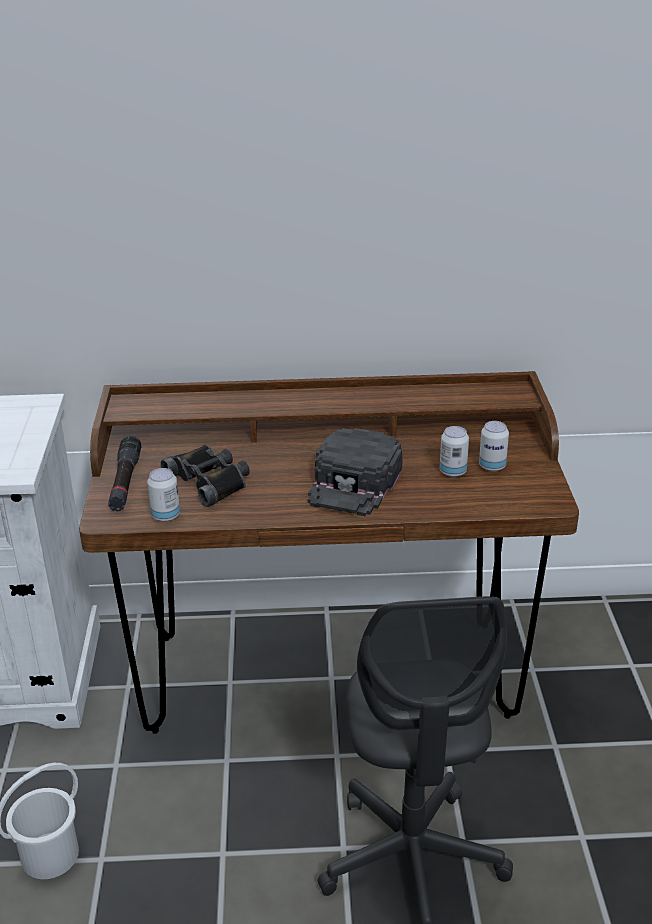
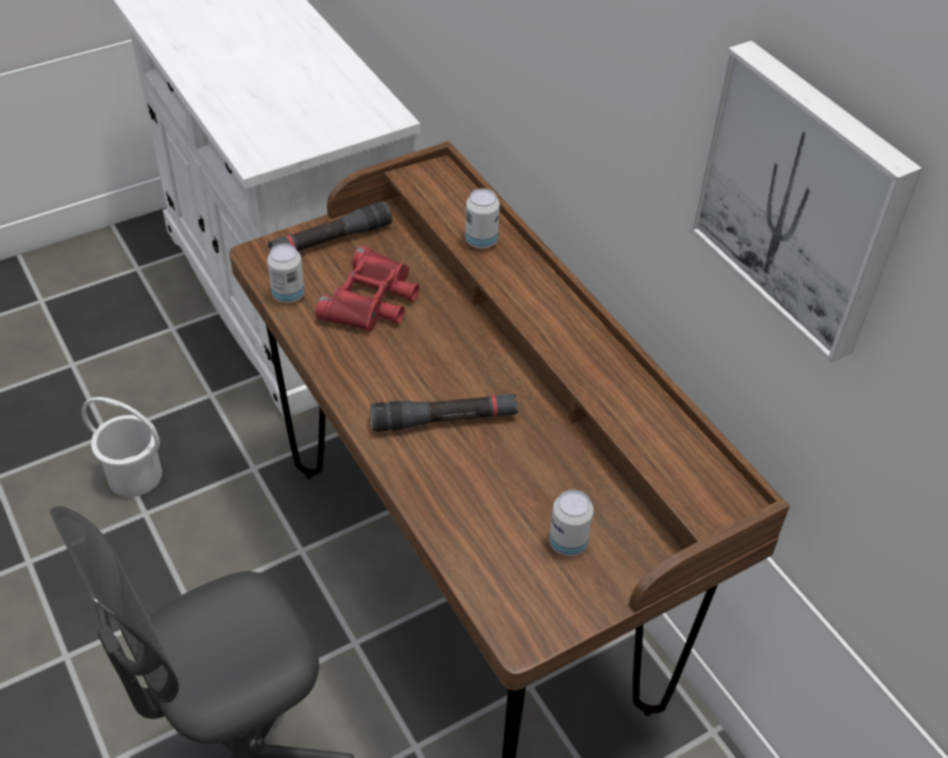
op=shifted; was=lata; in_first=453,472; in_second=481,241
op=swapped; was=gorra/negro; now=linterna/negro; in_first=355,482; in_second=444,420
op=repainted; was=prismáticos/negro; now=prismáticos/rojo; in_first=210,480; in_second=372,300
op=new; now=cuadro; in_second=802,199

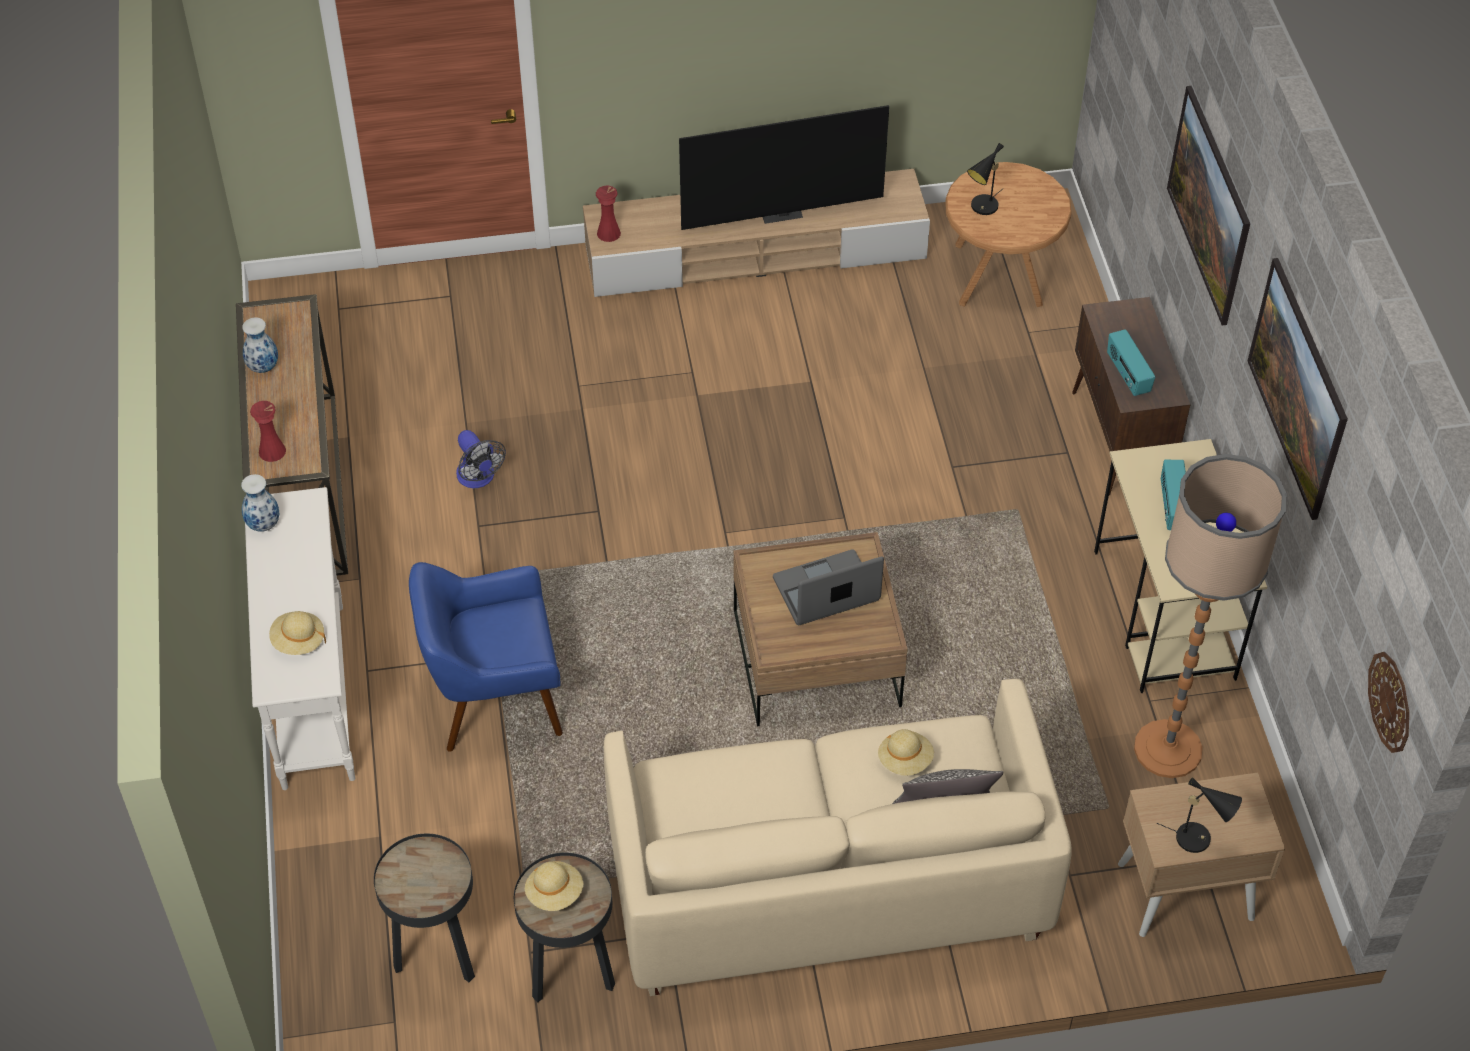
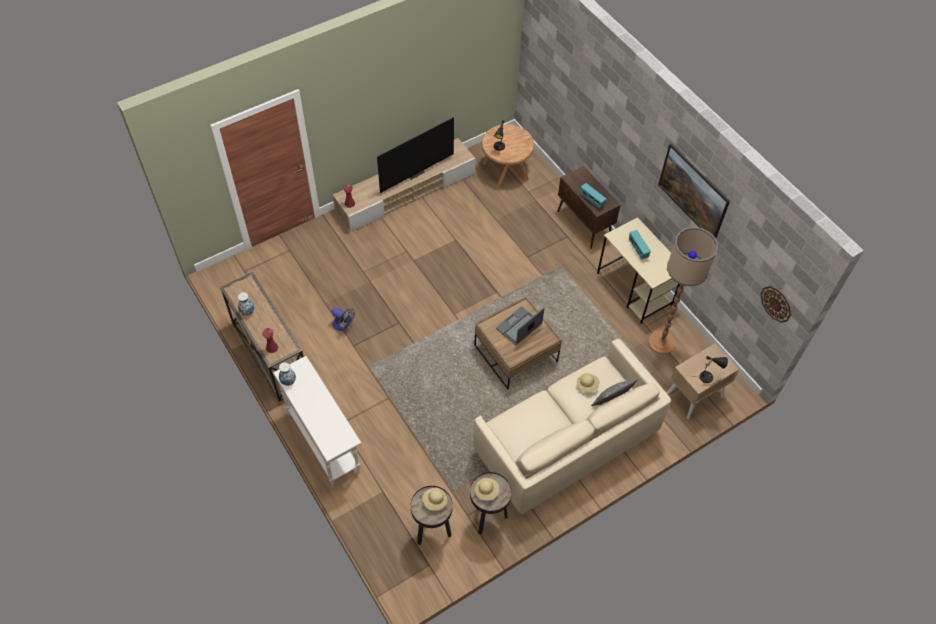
op=gone; was=cuadro; in_first=1203,230
op=gone; was=sillón/azul; in_first=494,698
op=shifted; was=sombrero/beis; in_first=298,641; in_second=434,501

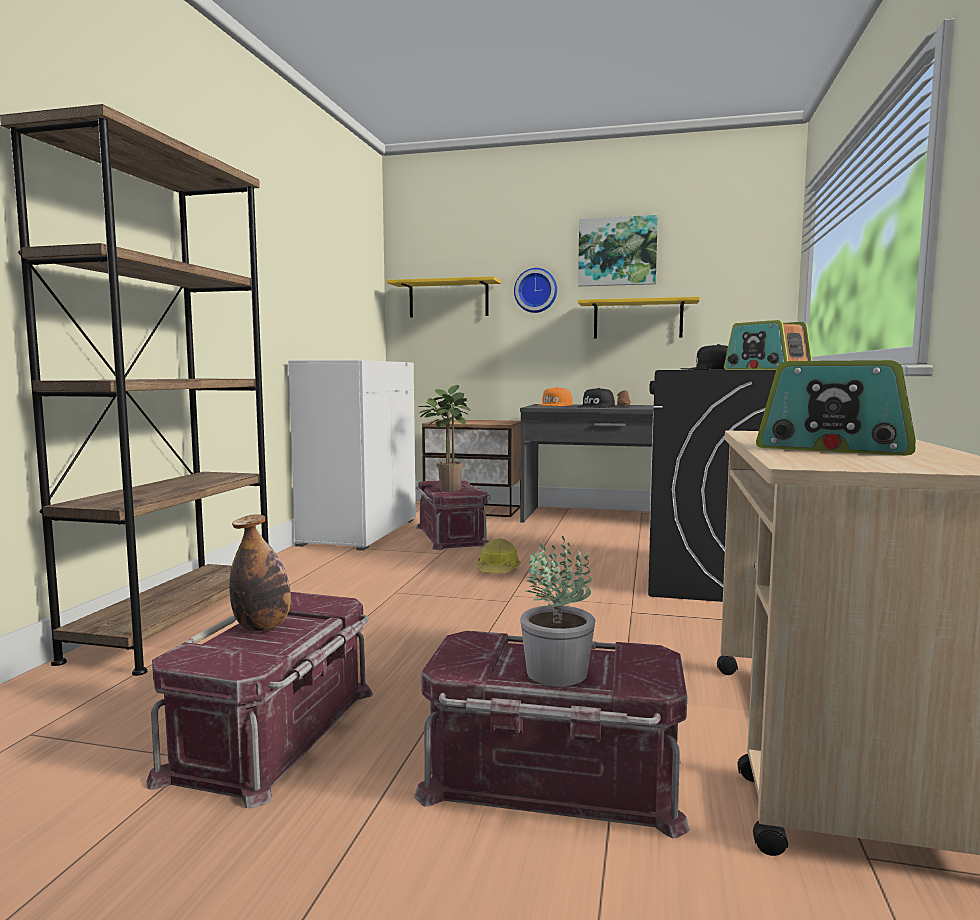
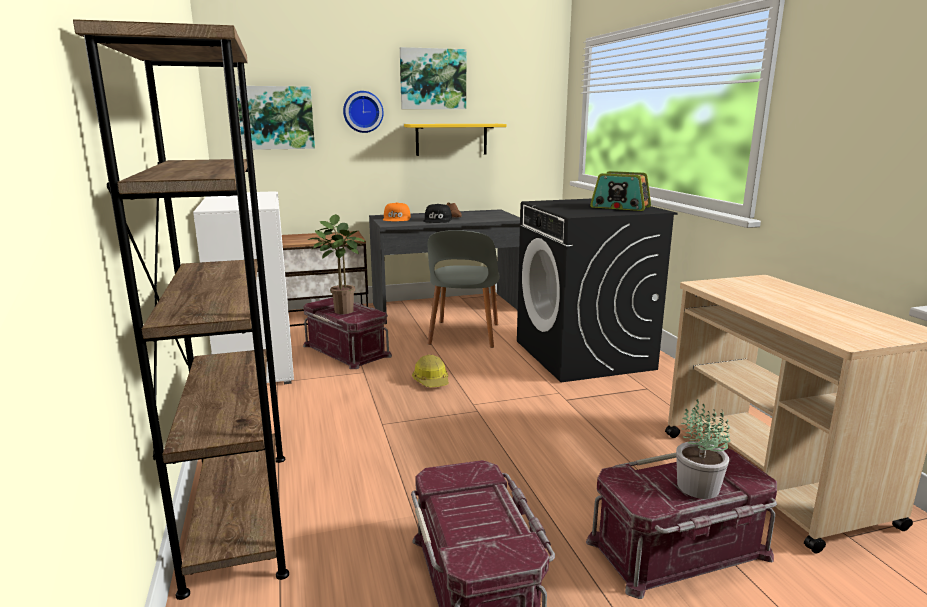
op=swapped; was=estante/amarillo; now=cuadro; in_first=448,299; in_second=276,118
op=gone; was=gorra/negro; in_first=710,369
op=gone; was=radio; in_first=835,448
op=gone; was=botella; in_first=262,627
op=new; now=silla/gris; in_second=464,335

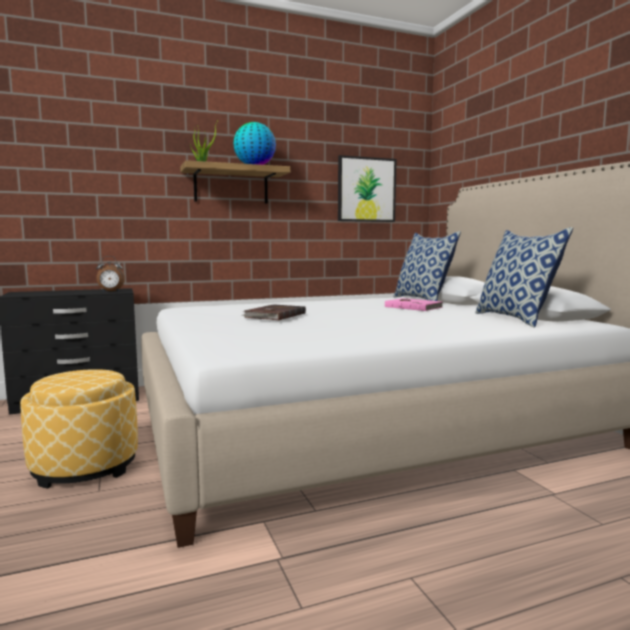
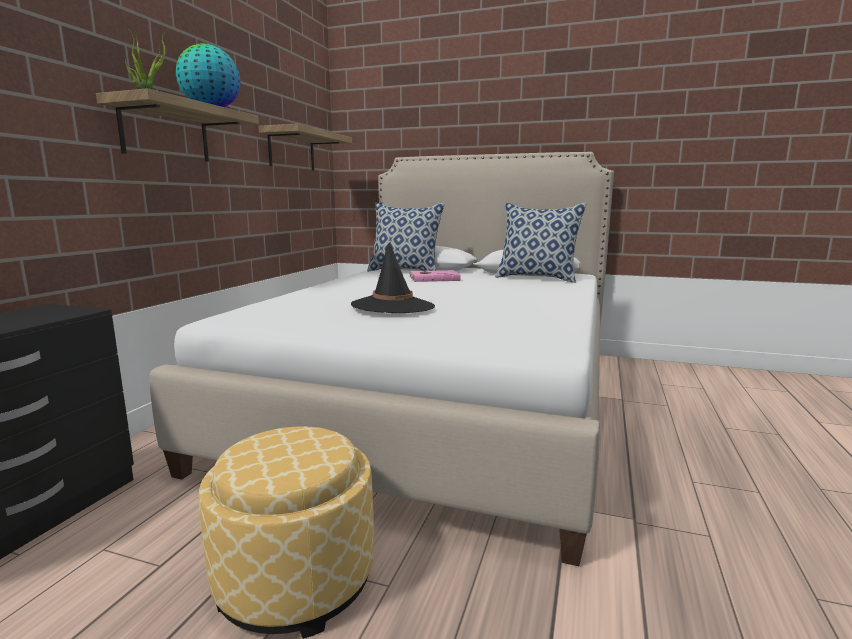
op=swapped; was=cuadro; now=estante; in_first=366,189; in_second=291,150
op=gone; was=despertador; in_first=111,291
op=swapped; was=libro/marrón; now=sombrero/negro; in_first=274,315; in_second=393,306

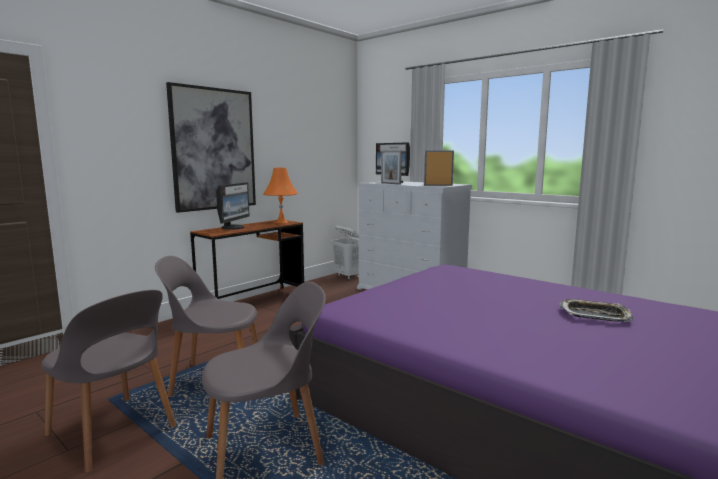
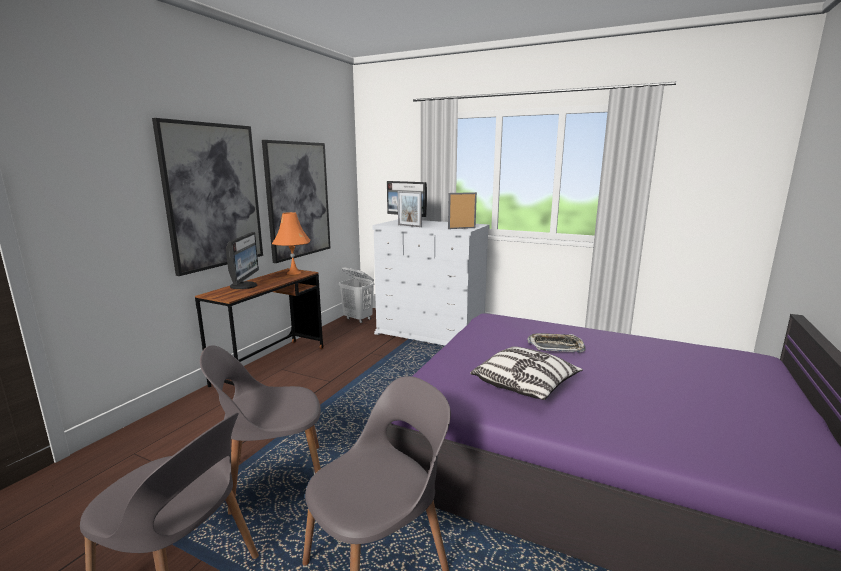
op=shifted; was=bandeja; in_first=595,315; in_second=556,346
op=new; now=cuadro; in_second=298,200
op=new; now=cojín; in_second=525,385

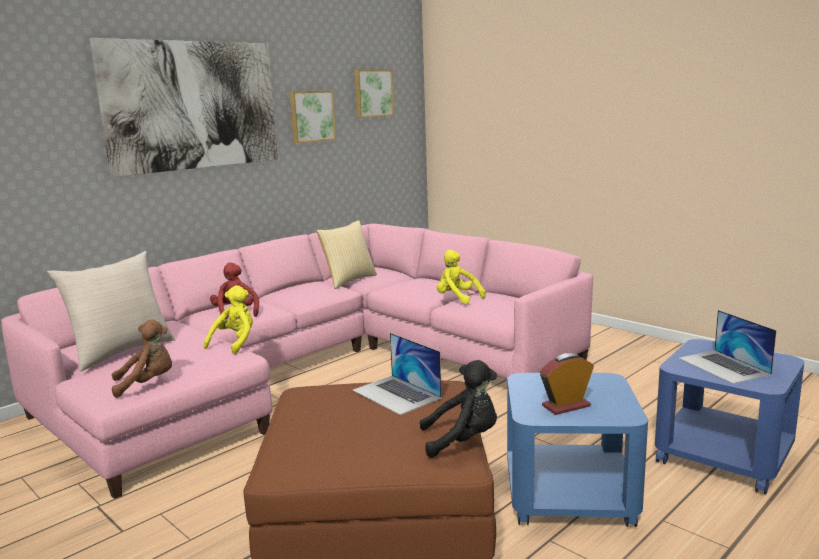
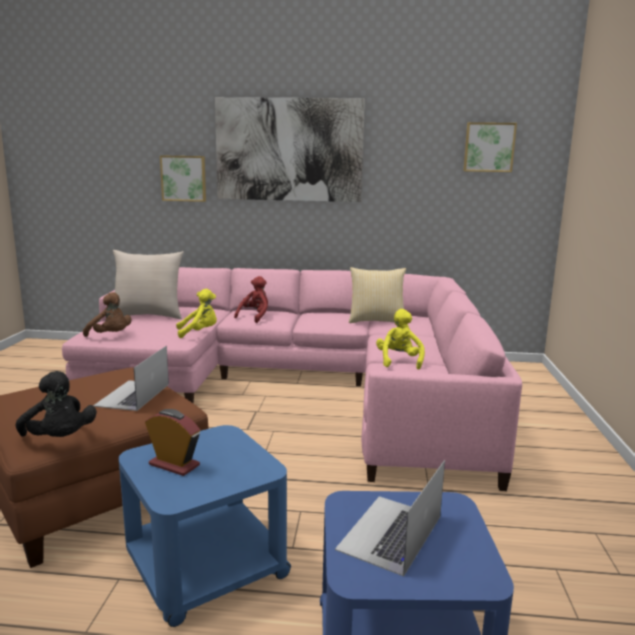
op=shifted; was=cuadro; in_first=311,116; in_second=184,178

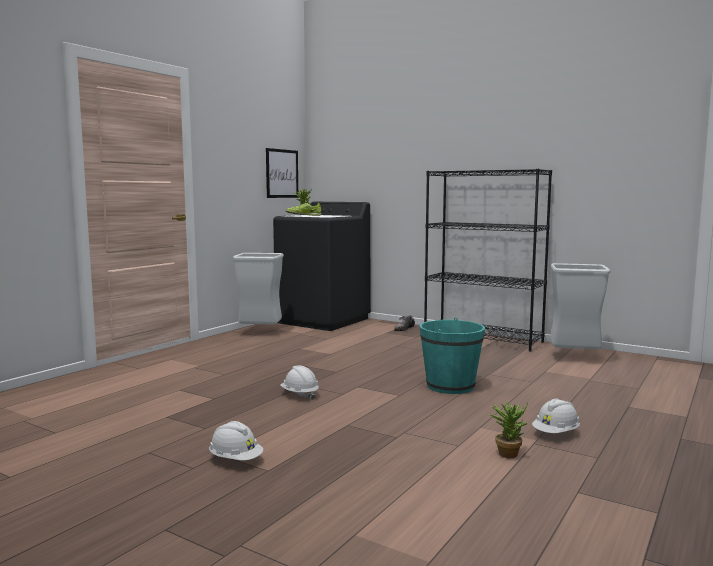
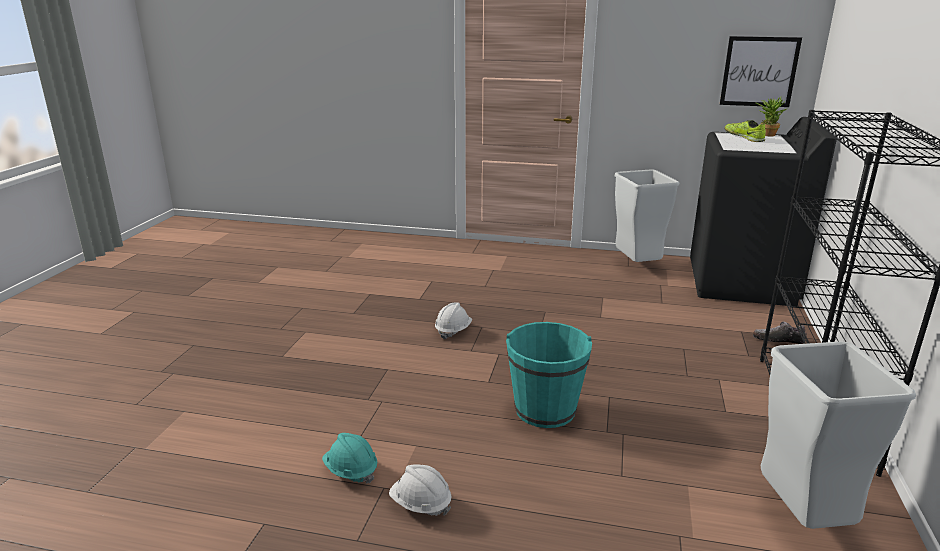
op=swapped; was=planta en maceta; now=casco/turquesa; in_first=508,453; in_second=351,471
op=gone; was=casco/blanco; in_first=236,460

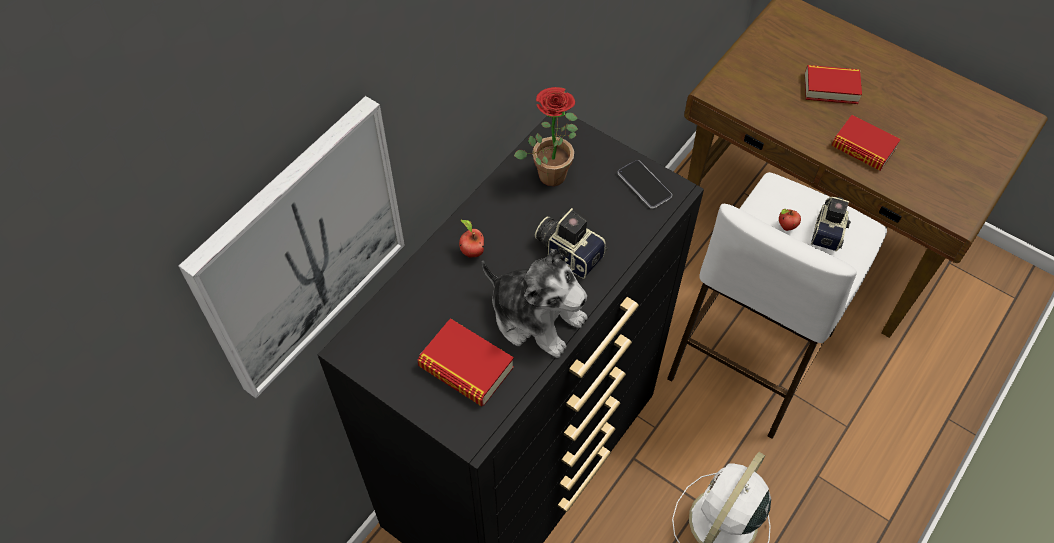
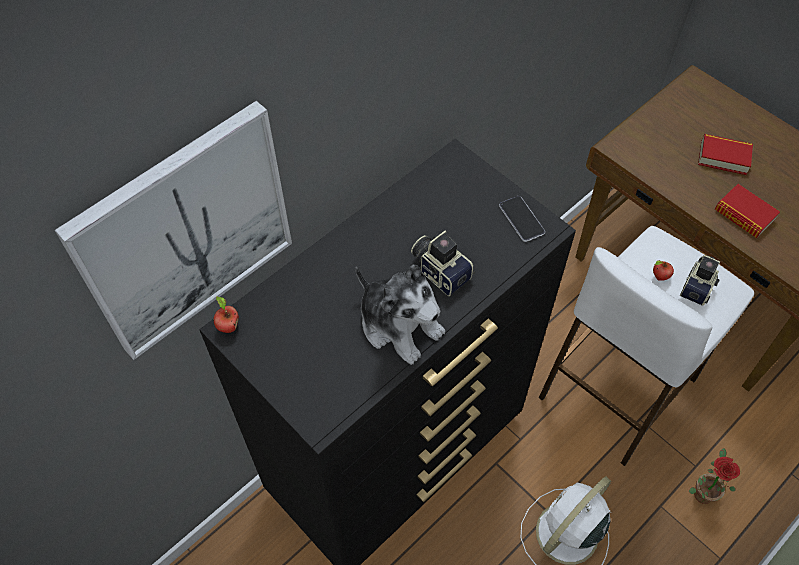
op=shifted; was=planta en maceta; in_first=551,170; in_second=702,490
op=shifted; was=manzana; in_first=471,252; in_second=228,326
op=gone; was=libro; in_first=466,367

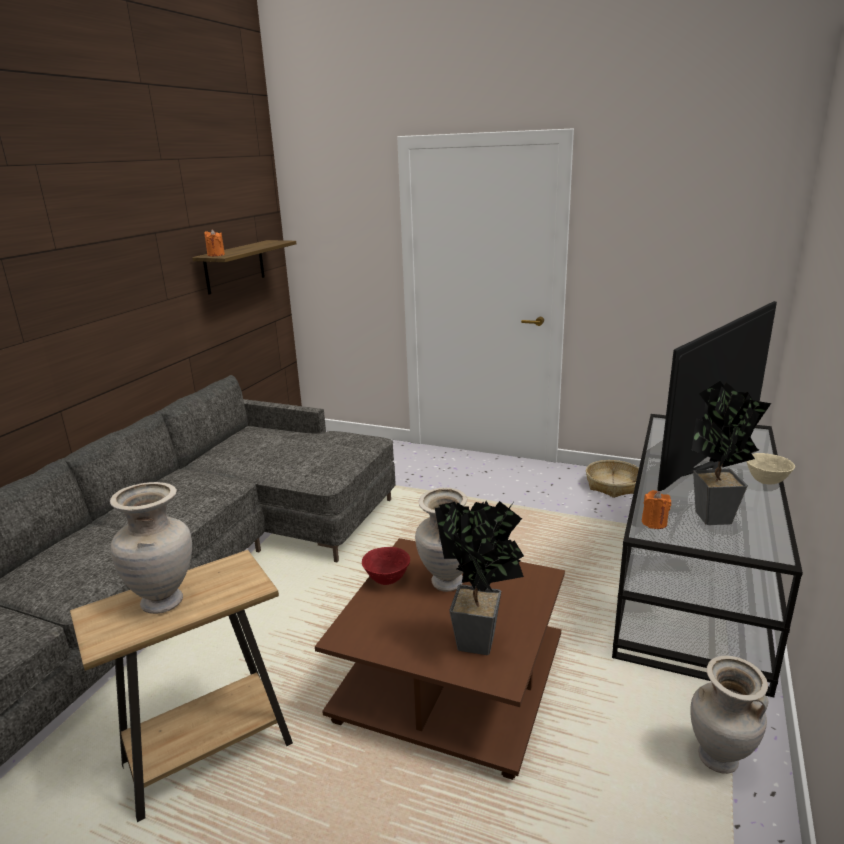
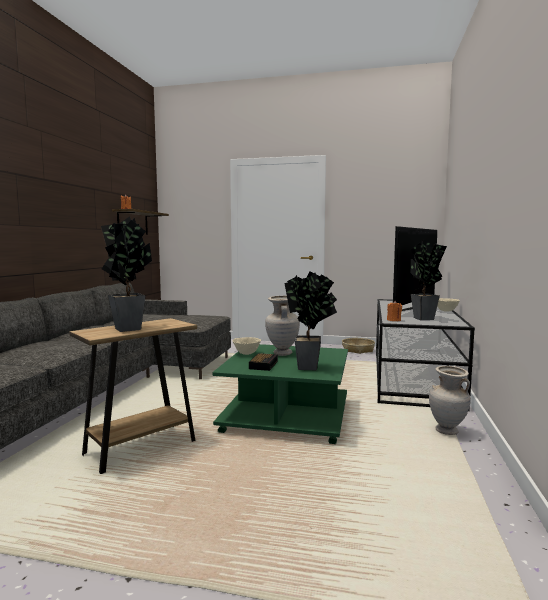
op=swapped; was=florero/beis; now=planta en maceta; in_first=164,602; in_second=129,328
op=repainted; was=mesa de centro/marrón; now=mesa de centro/verde; in_first=449,681; in_second=285,415
op=repainted; was=cuenco/rojo; now=cuenco/beis; in_first=386,579; in_second=246,354
op=new; now=despertador; in_second=264,364

